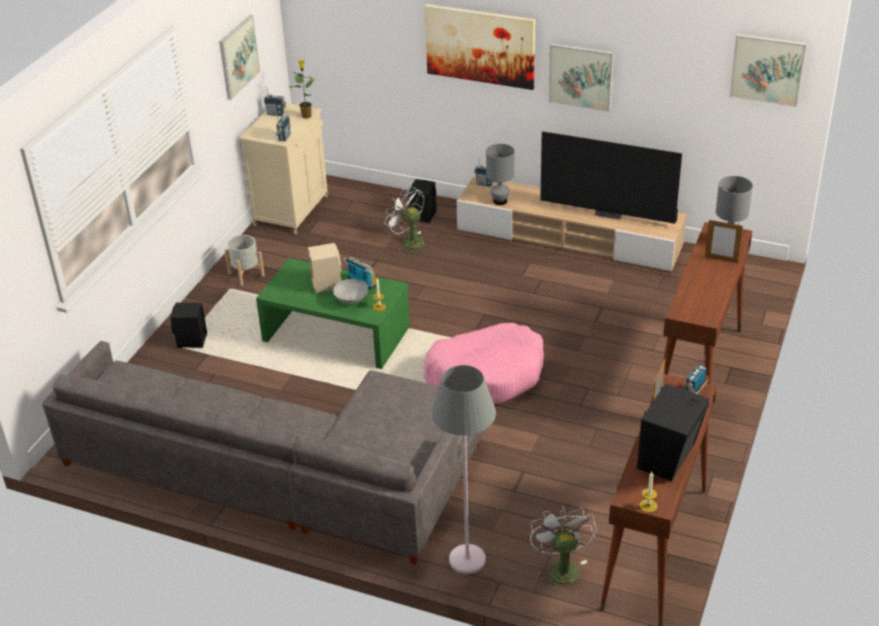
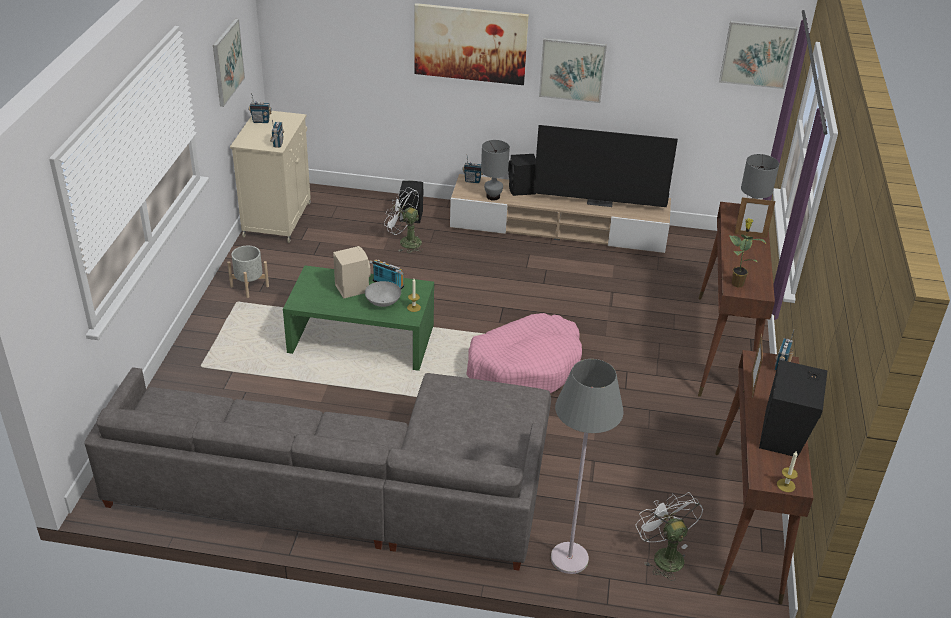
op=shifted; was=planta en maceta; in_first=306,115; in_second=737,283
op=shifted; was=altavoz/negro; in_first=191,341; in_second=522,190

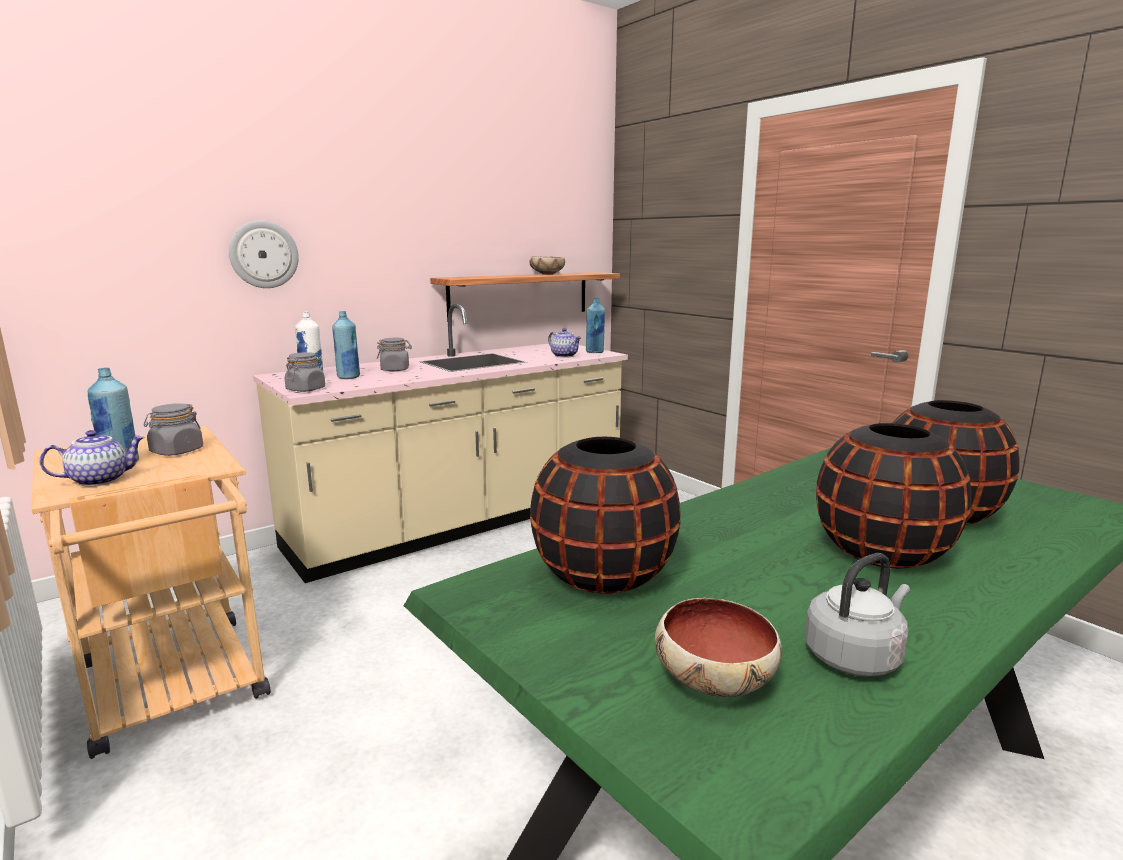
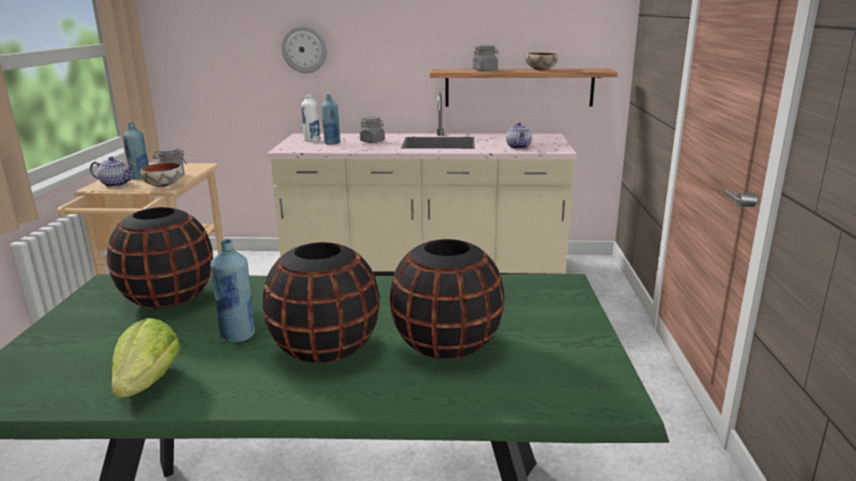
op=shifted; was=botella/azul; in_first=595,352; in_second=238,336
op=shifted; was=tarro/gris; in_first=306,389; in_second=485,70
op=swapped; was=hervidor/gris; now=lechuga; in_first=855,656; in_second=148,382
op=shifted; was=cuenco; in_first=712,678; in_second=164,185

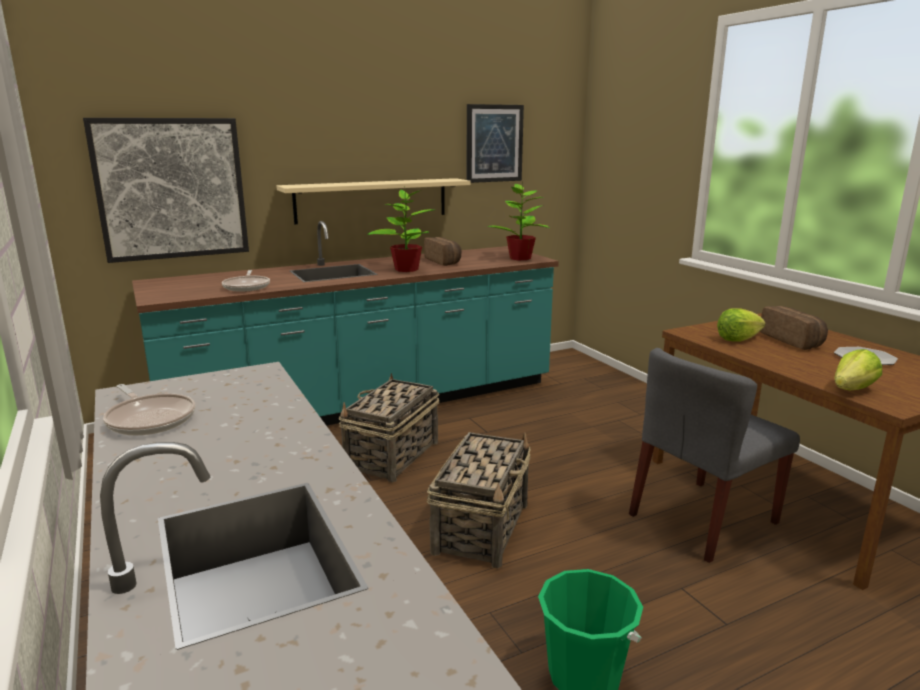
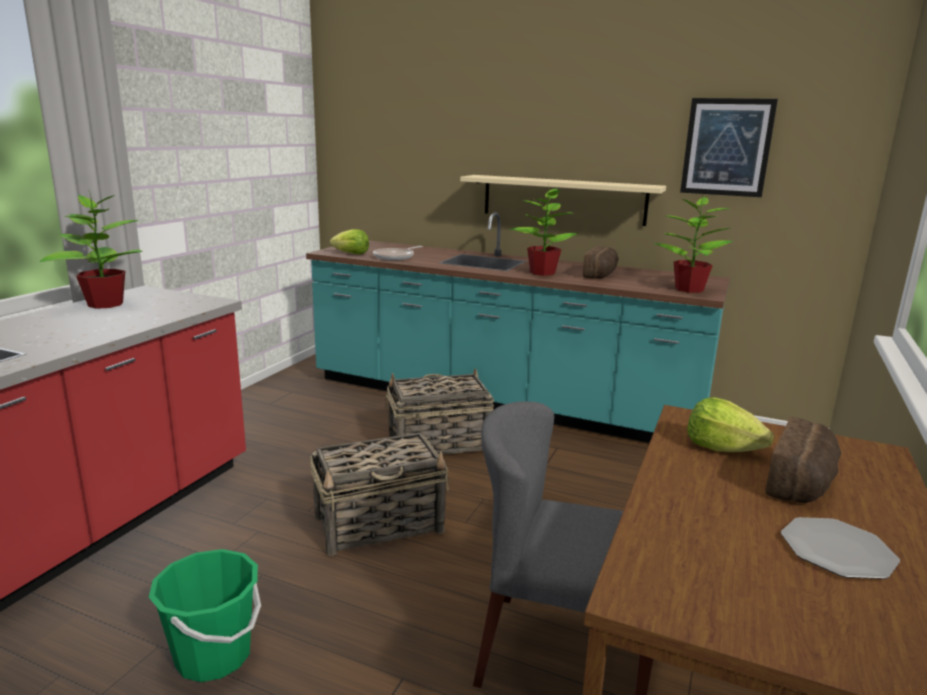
op=gone; was=cuadro; in_first=171,189
op=shifted; was=lechuga; in_first=852,389; in_second=351,254
op=swapped; was=sartén; now=planta en maceta; in_first=150,419; in_second=104,304

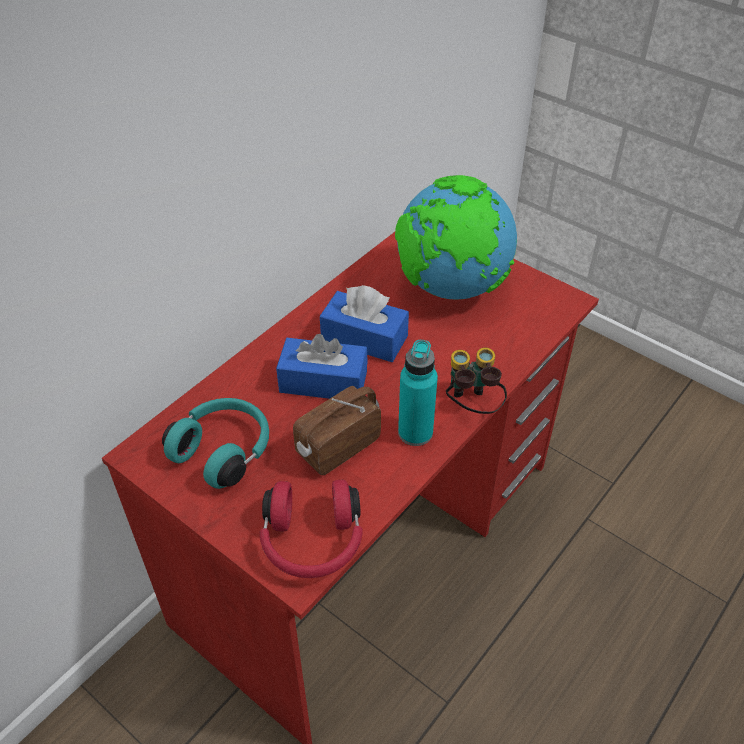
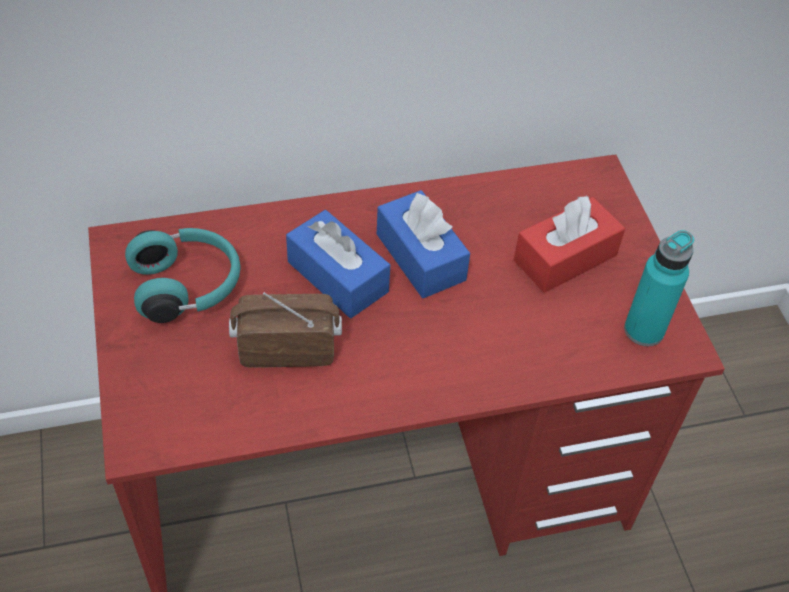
op=swapped; was=globo terráqueo; now=caja de pañuelos/rojo; in_first=451,288; in_second=565,257
op=shifted; was=botella/turquesa; in_first=415,432; in_second=644,330
op=gone; was=prismáticos; in_first=471,406
op=gone; was=auriculares/rojo; in_first=312,542

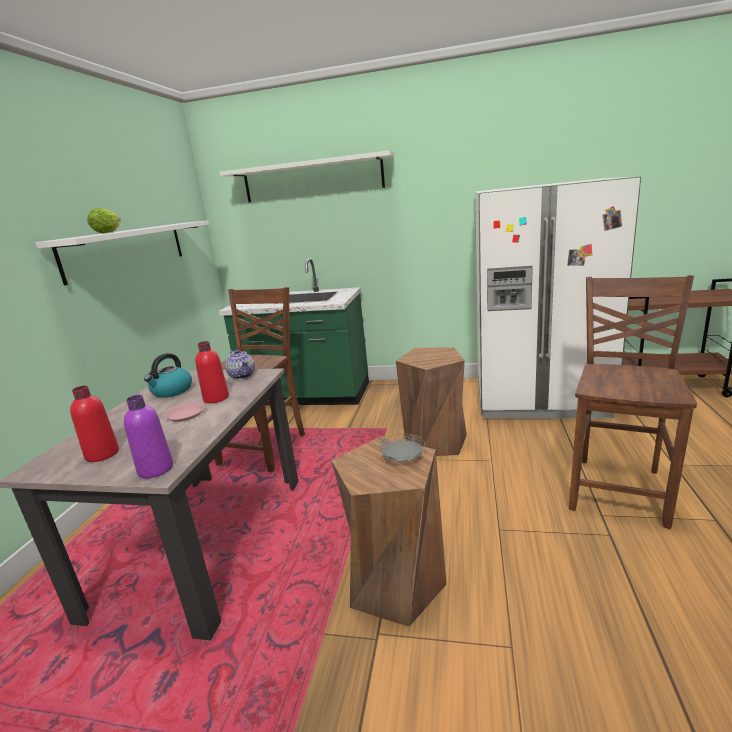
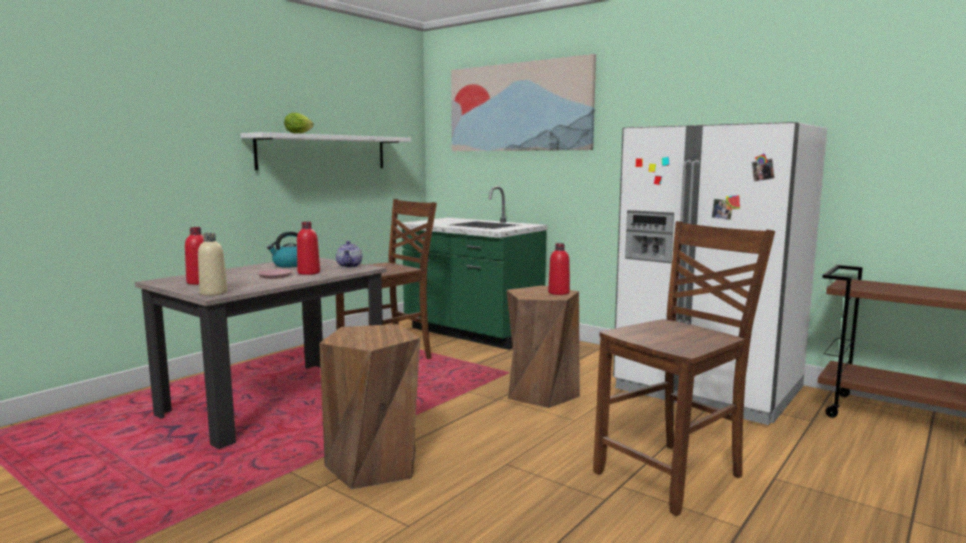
op=swapped; was=estante/blanco; now=cuadro; in_first=312,179; in_second=518,107
op=repainted; was=botella/morado; now=botella/beis; in_first=155,469; in_second=213,293
op=gone; was=plato/gris; in_first=402,458
op=new; now=botella/rojo; in_second=558,293

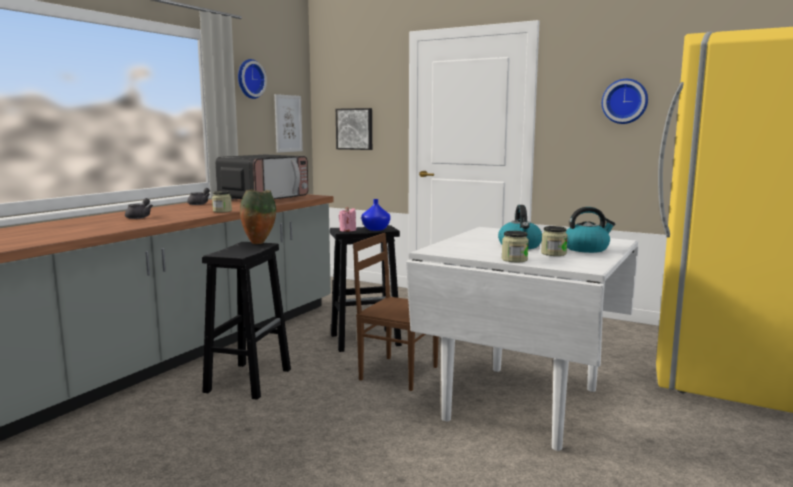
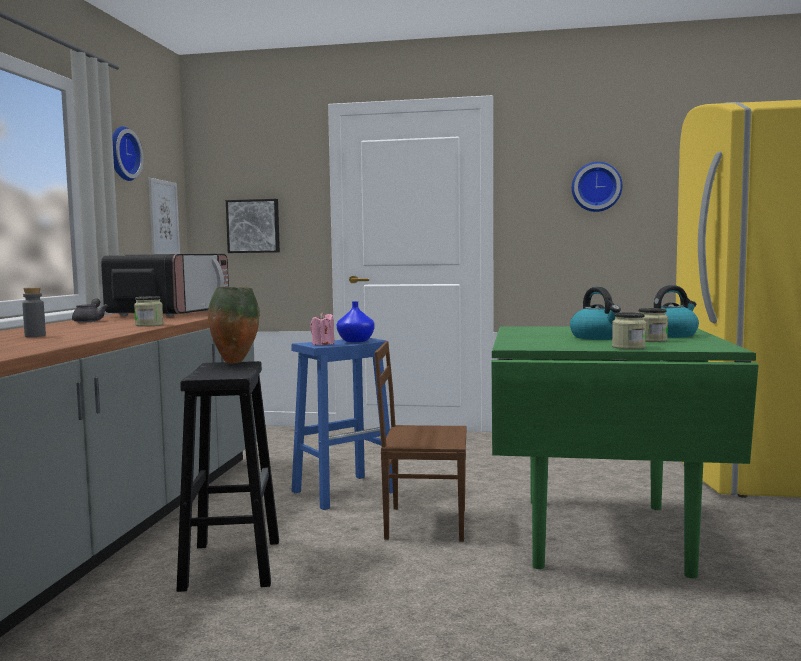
op=swapped; was=tetera/gris; now=botella/gris; in_first=140,217; in_second=35,336
op=repainted; was=taburete/negro; now=taburete/azul; in_first=366,340; in_second=345,491
op=repainted; was=mesa de comedor/blanco; now=mesa de comedor/verde; in_first=521,403; in_second=601,534

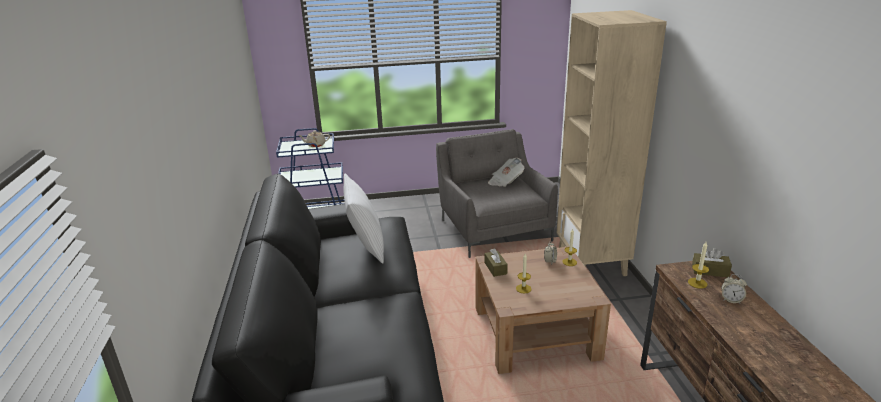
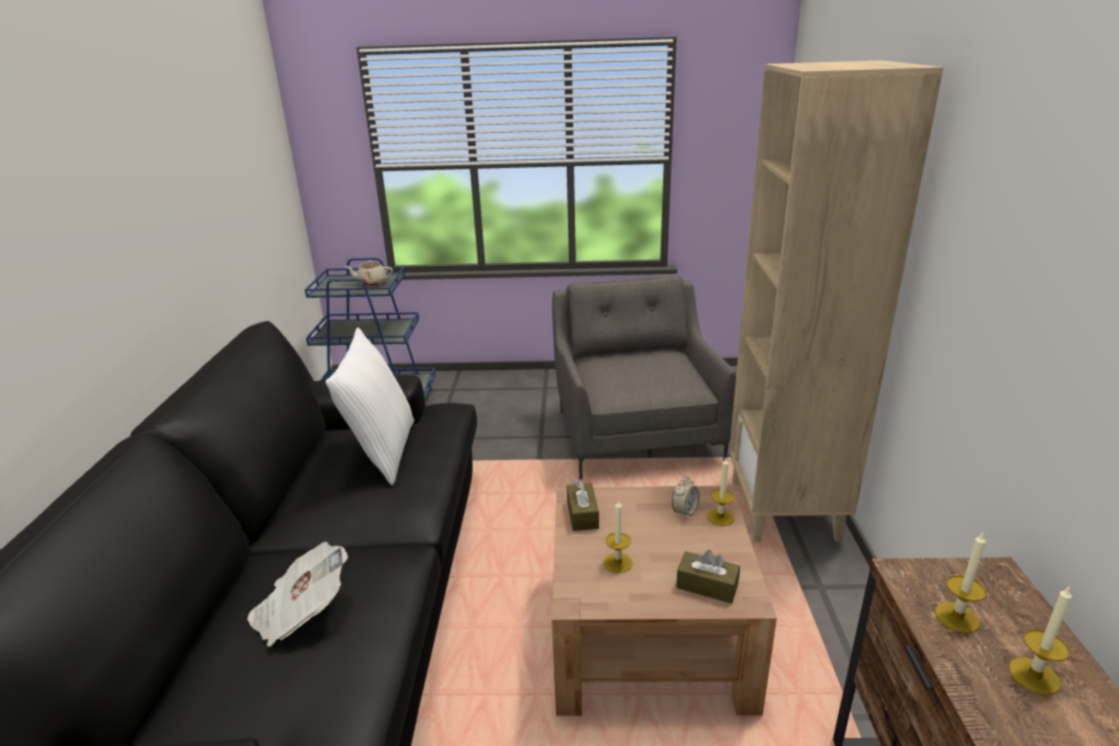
op=shifted; was=periódico; in_first=505,181; in_second=302,612
op=shifted; was=caja de pañuelos/marrón; in_first=710,271; in_second=707,586
op=swapped; was=despertador; now=vela; in_first=731,300; in_second=1034,676

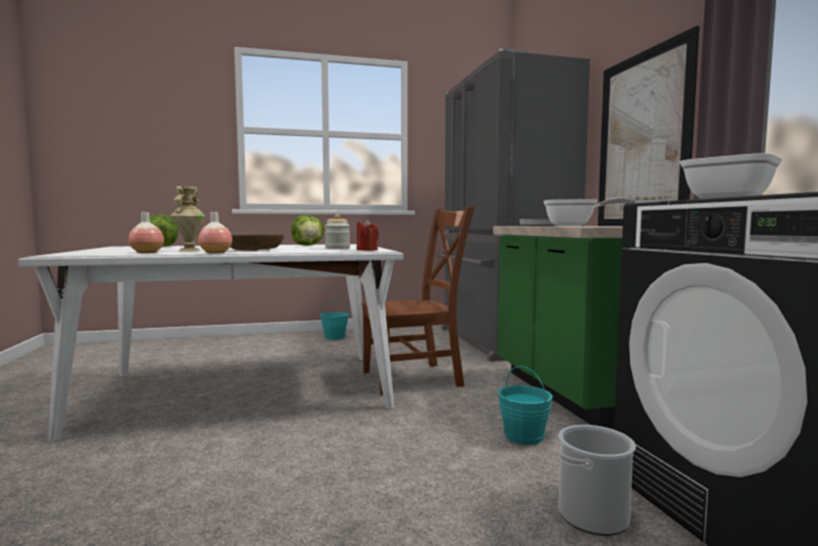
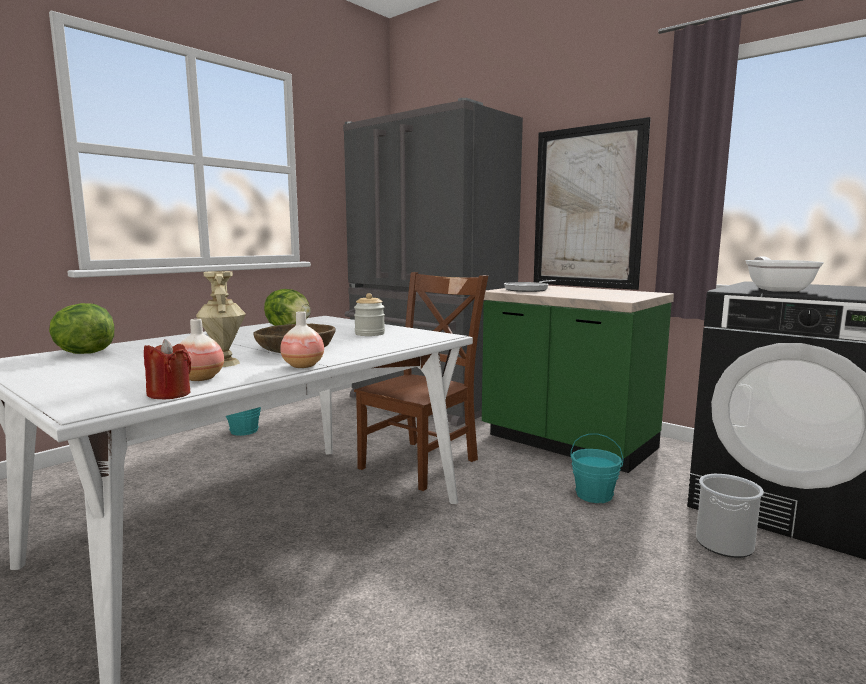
op=gone; was=sartén; in_first=575,226
op=shifted; was=vela/rojo; in_first=367,250; in_second=169,394

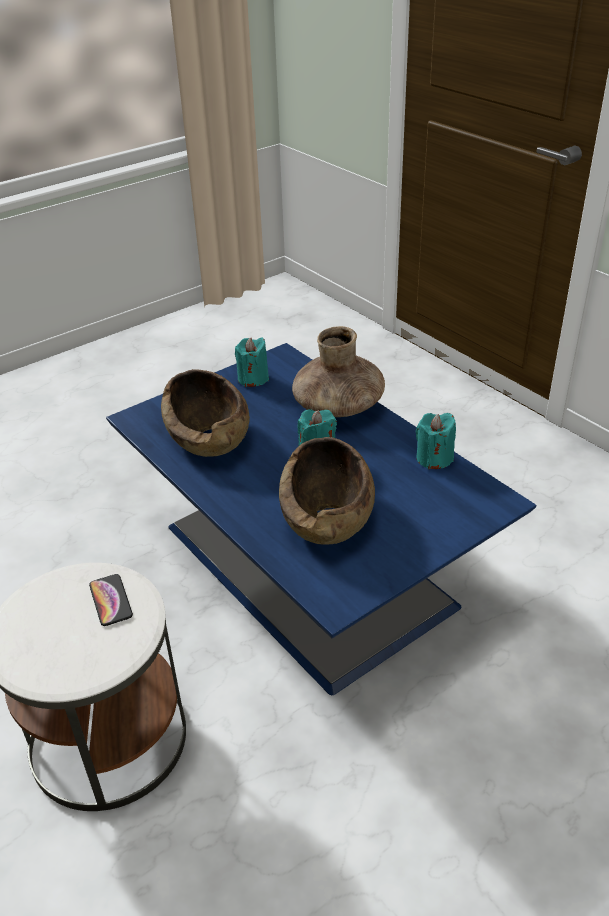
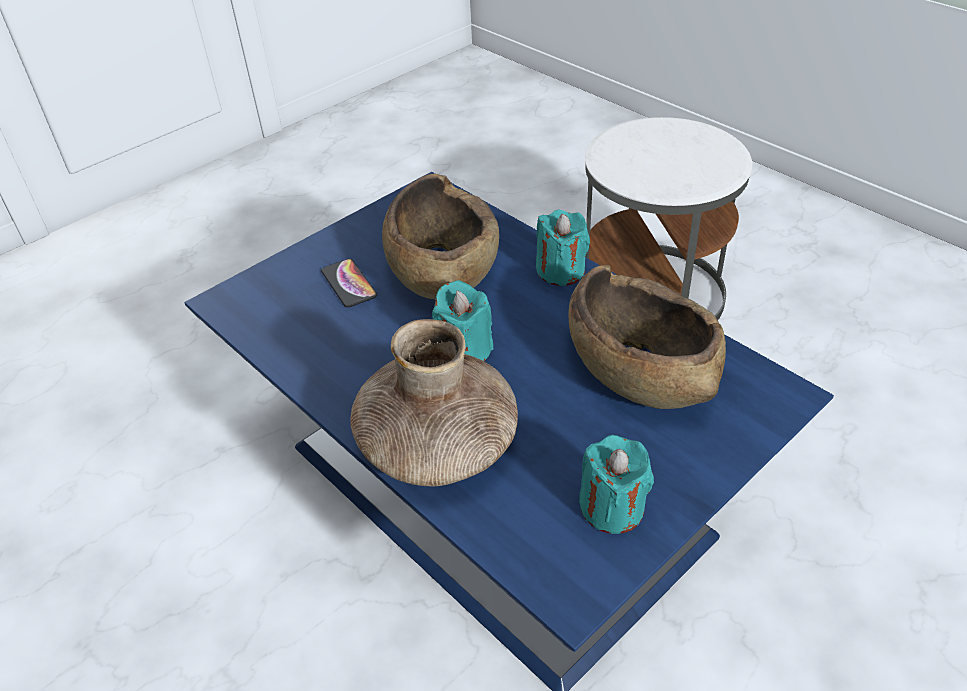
op=shifted; was=vela/turquesa; in_first=434,458; in_second=560,271
op=shifted; was=móvil; in_first=110,600; in_second=349,284

